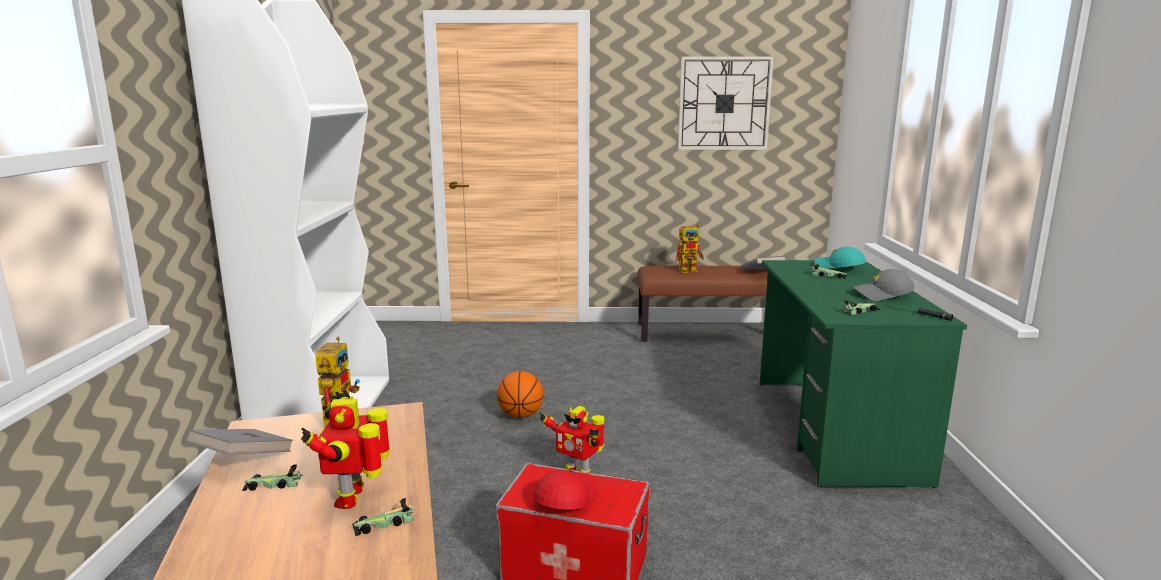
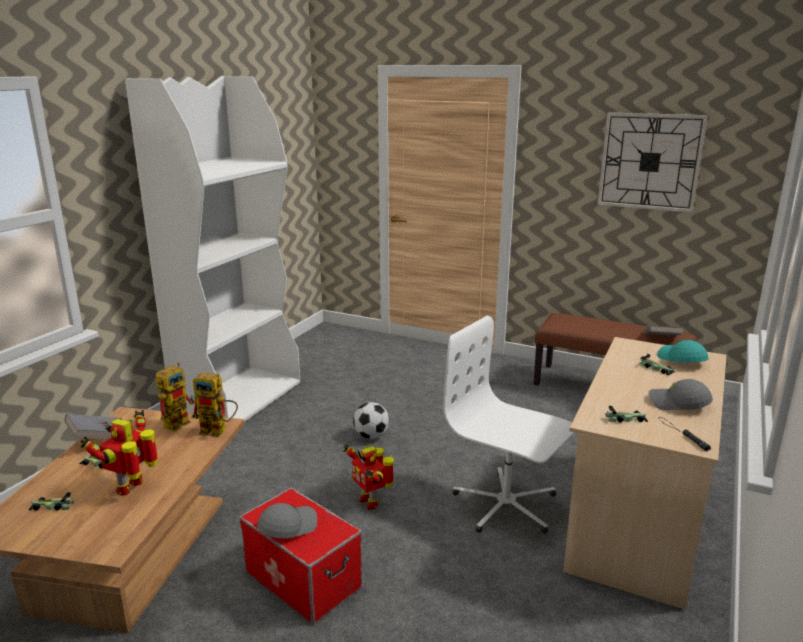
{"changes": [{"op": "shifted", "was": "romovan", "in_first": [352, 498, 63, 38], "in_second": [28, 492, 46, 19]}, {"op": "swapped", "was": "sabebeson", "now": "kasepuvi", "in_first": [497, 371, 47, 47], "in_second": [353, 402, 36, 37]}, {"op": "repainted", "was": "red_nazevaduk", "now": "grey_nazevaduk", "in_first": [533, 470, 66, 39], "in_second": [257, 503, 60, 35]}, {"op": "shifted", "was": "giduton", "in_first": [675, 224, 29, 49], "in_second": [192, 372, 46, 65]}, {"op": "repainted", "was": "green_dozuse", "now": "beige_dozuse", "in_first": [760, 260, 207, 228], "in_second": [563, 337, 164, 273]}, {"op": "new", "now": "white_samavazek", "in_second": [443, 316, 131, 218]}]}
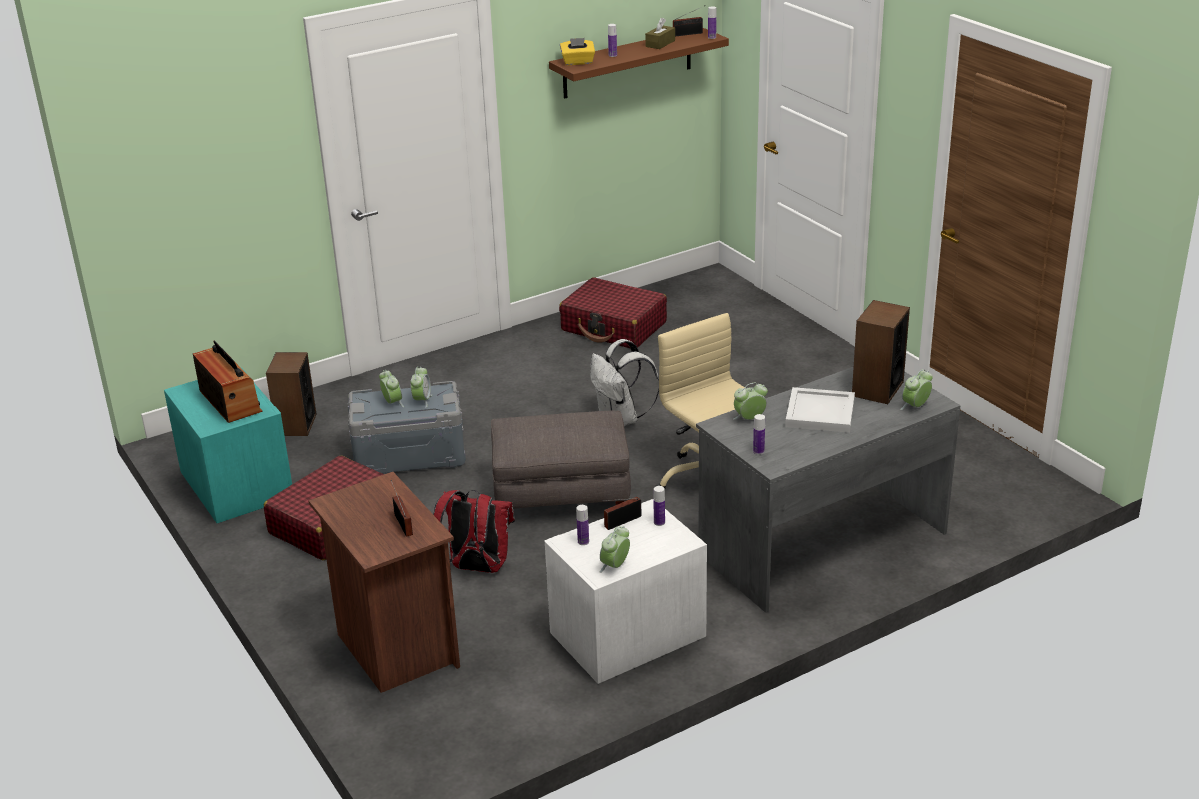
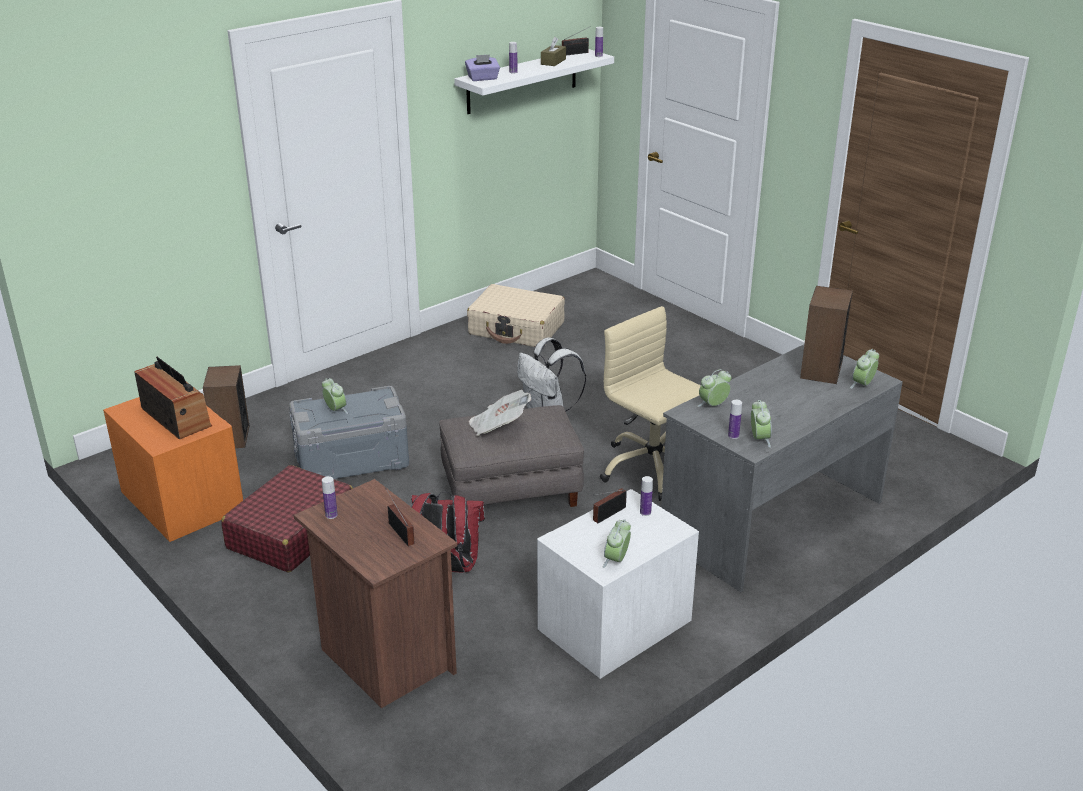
{"changes": [{"op": "repainted", "was": "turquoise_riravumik", "now": "orange_riravumik", "in_first": [164, 367, 128, 156], "in_second": [103, 397, 140, 145]}, {"op": "shifted", "was": "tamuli", "in_first": [410, 367, 22, 41], "in_second": [751, 400, 21, 48]}, {"op": "repainted", "was": "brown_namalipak", "now": "white_namalipak", "in_first": [549, 28, 180, 71], "in_second": [454, 49, 160, 65]}, {"op": "repainted", "was": "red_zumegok", "now": "beige_zumegok", "in_first": [559, 277, 108, 71], "in_second": [467, 284, 98, 63]}, {"op": "repainted", "was": "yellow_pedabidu", "now": "purple_pedabidu", "in_first": [560, 38, 35, 27], "in_second": [465, 54, 35, 27]}, {"op": "shifted", "was": "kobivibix", "in_first": [576, 505, 13, 40], "in_second": [322, 476, 16, 43]}, {"op": "gone", "was": "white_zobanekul", "in_first": [785, 387, 70, 46]}, {"op": "new", "now": "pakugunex", "in_second": [469, 390, 62, 46]}]}
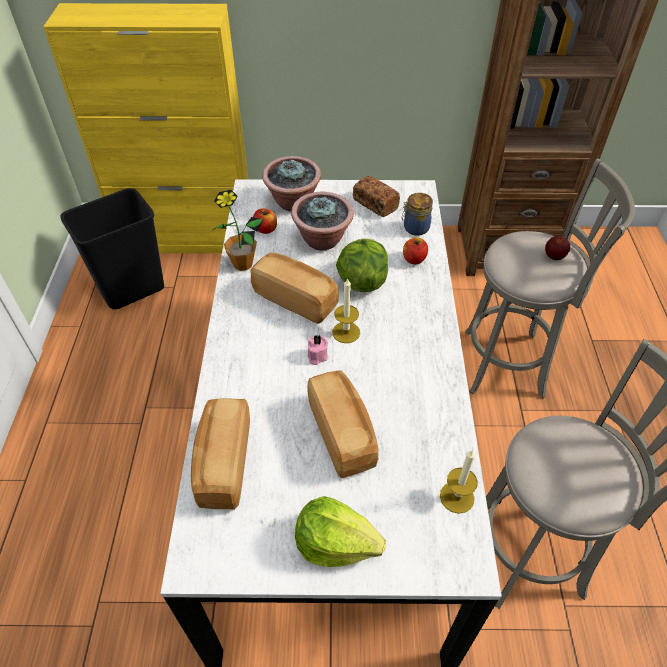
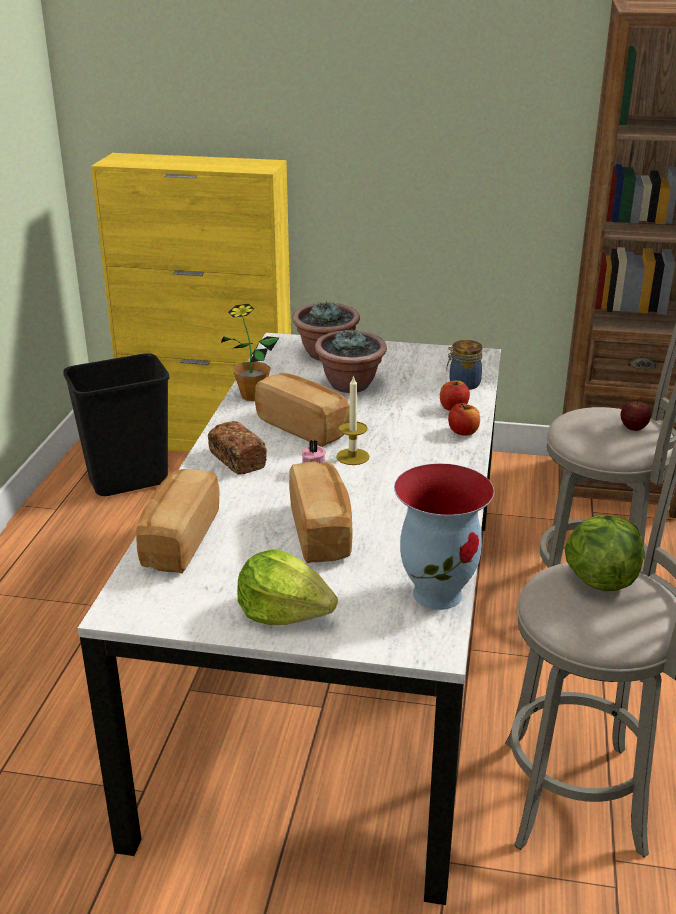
{"changes": [{"op": "shifted", "was": "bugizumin", "in_first": [253, 208, 24, 26], "in_second": [448, 403, 32, 33]}, {"op": "shifted", "was": "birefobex", "in_first": [336, 238, 52, 54], "in_second": [564, 515, 79, 76]}, {"op": "shifted", "was": "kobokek", "in_first": [353, 176, 47, 41], "in_second": [208, 421, 59, 54]}, {"op": "swapped", "was": "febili", "now": "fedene", "in_first": [440, 449, 38, 65], "in_second": [394, 463, 100, 147]}]}
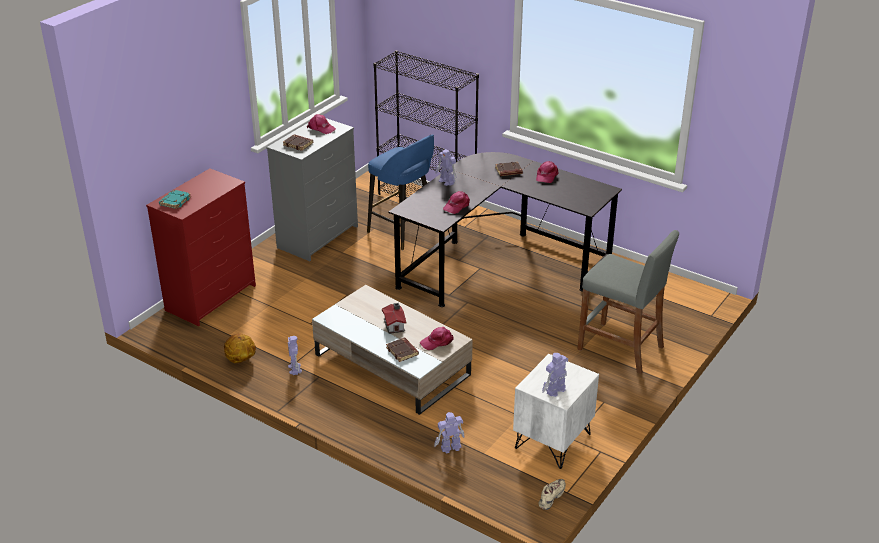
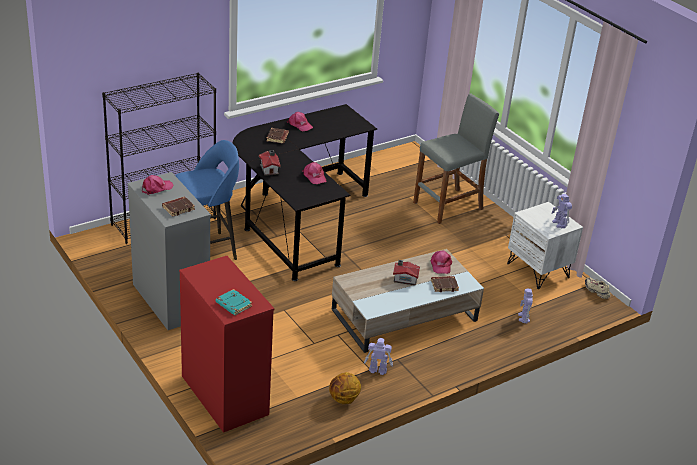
{"changes": [{"op": "swapped", "was": "giduton", "now": "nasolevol", "in_first": [435, 149, 22, 37], "in_second": [259, 150, 22, 26]}]}
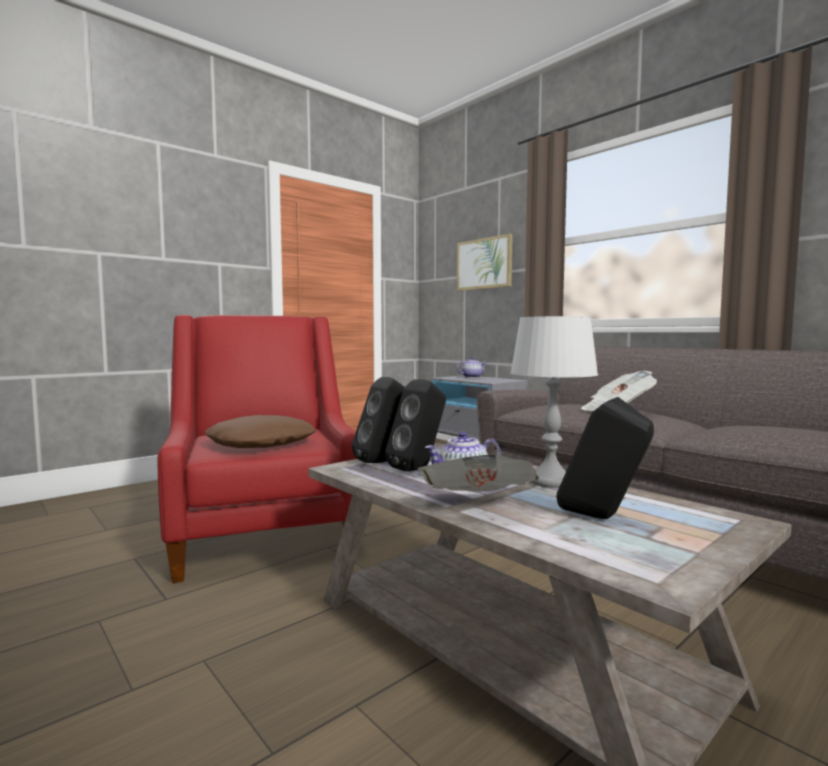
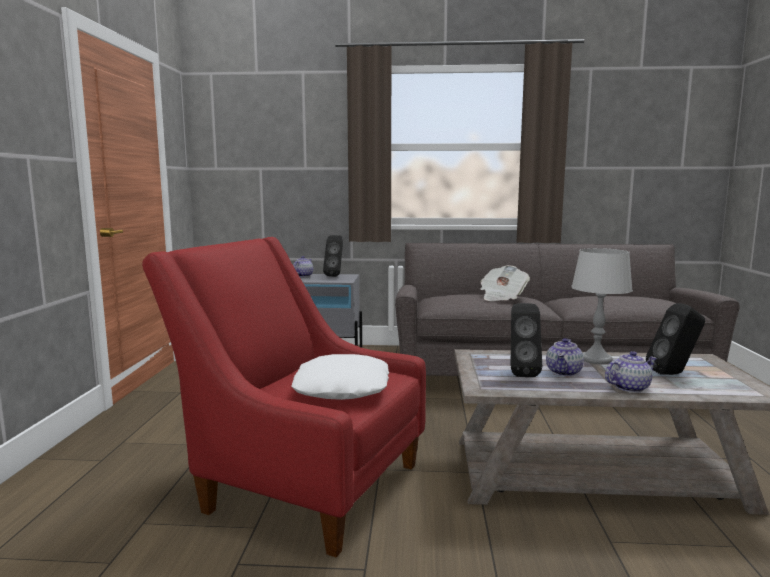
{"changes": [{"op": "repainted", "was": "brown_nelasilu", "now": "white_nelasilu", "in_first": [205, 415, 111, 33], "in_second": [291, 354, 98, 46]}, {"op": "shifted", "was": "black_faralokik", "in_first": [352, 377, 53, 86], "in_second": [323, 235, 20, 42]}, {"op": "swapped", "was": "pakugunex", "now": "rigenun", "in_first": [418, 454, 121, 38], "in_second": [605, 351, 52, 42]}, {"op": "gone", "was": "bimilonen", "in_first": [457, 234, 56, 57]}]}
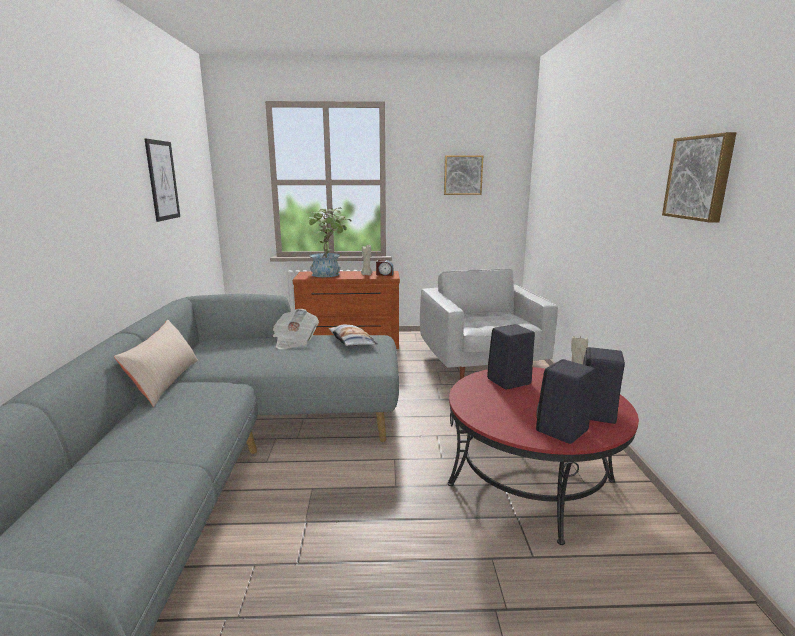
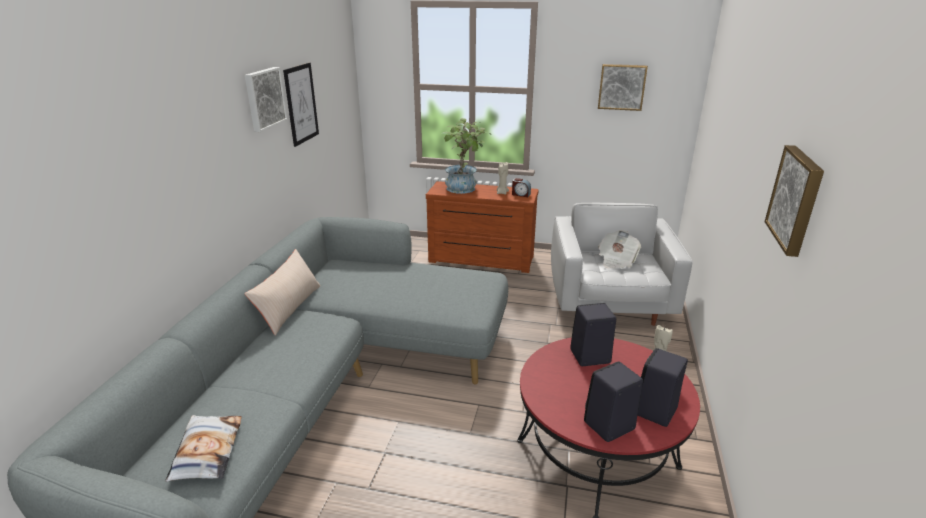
{"changes": [{"op": "shifted", "was": "pakugunex", "in_first": [273, 309, 46, 40], "in_second": [598, 230, 43, 39]}, {"op": "shifted", "was": "nelasilu", "in_first": [329, 324, 48, 22], "in_second": [165, 415, 77, 67]}, {"op": "new", "now": "bimilonen", "in_second": [245, 67, 42, 65]}]}
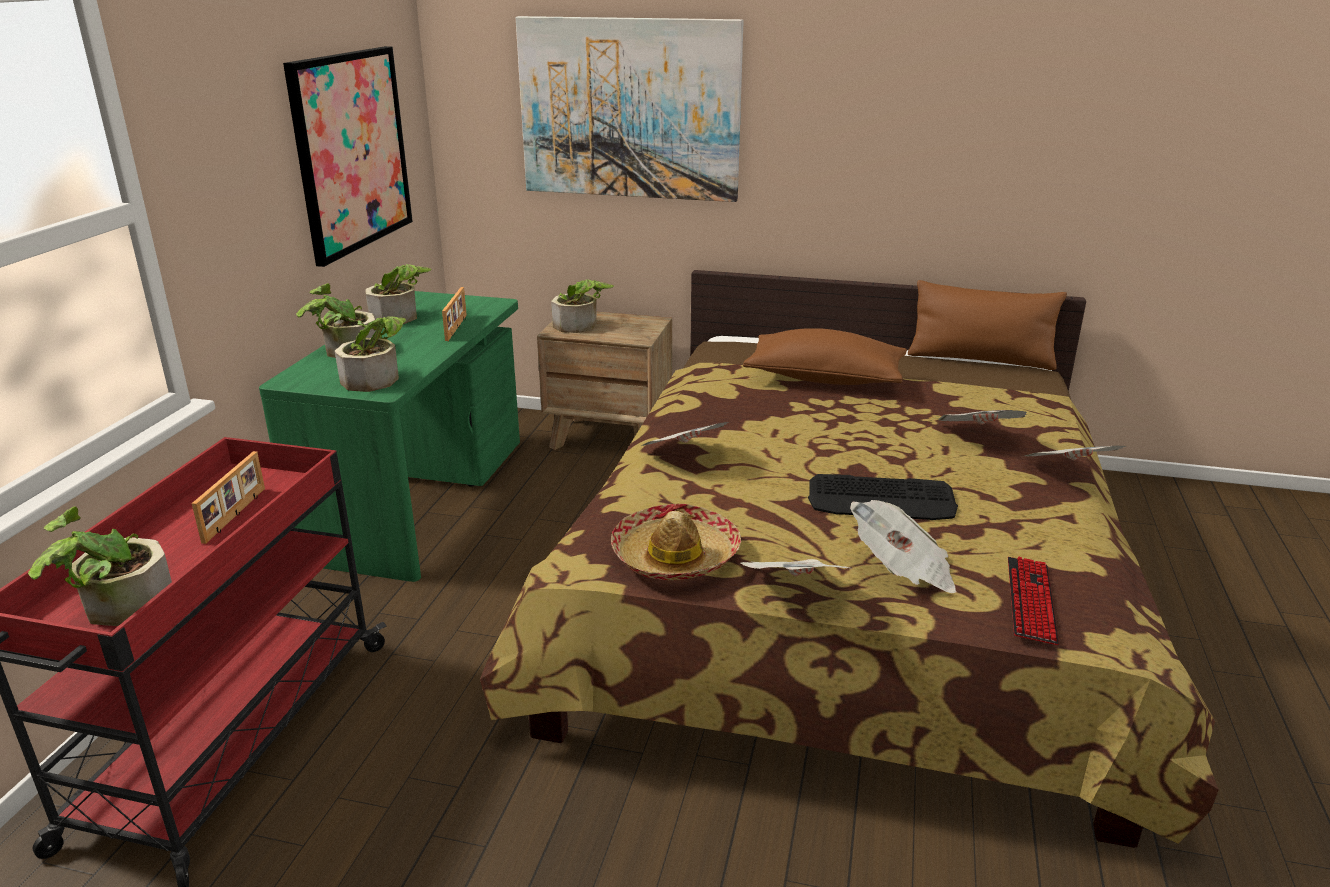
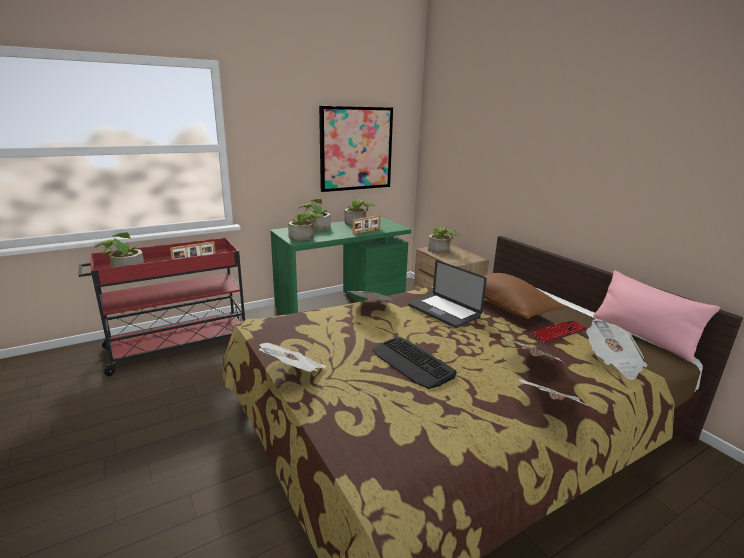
{"changes": [{"op": "gone", "was": "bimilonen", "in_first": [516, 16, 228, 186]}, {"op": "gone", "was": "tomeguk", "in_first": [611, 504, 130, 76]}, {"op": "shifted", "was": "pakugunex", "in_first": [850, 500, 107, 93], "in_second": [586, 319, 62, 61]}, {"op": "repainted", "was": "brown_nelasilu", "now": "pink_nelasilu", "in_first": [908, 280, 159, 90], "in_second": [593, 270, 127, 93]}, {"op": "shifted", "was": "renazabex", "in_first": [1008, 557, 51, 88], "in_second": [530, 320, 57, 23]}, {"op": "new", "now": "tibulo", "in_second": [408, 260, 79, 68]}]}
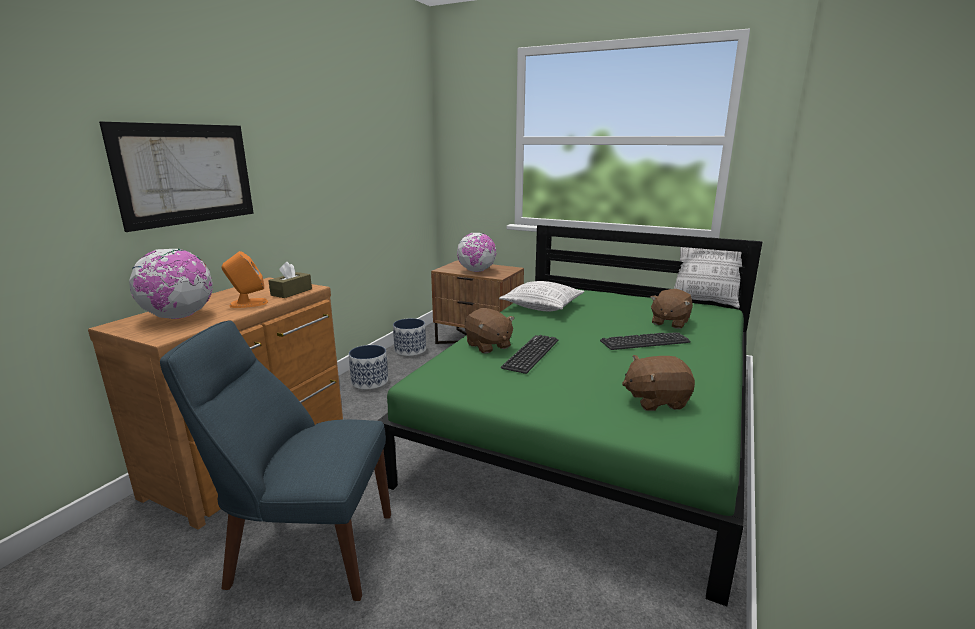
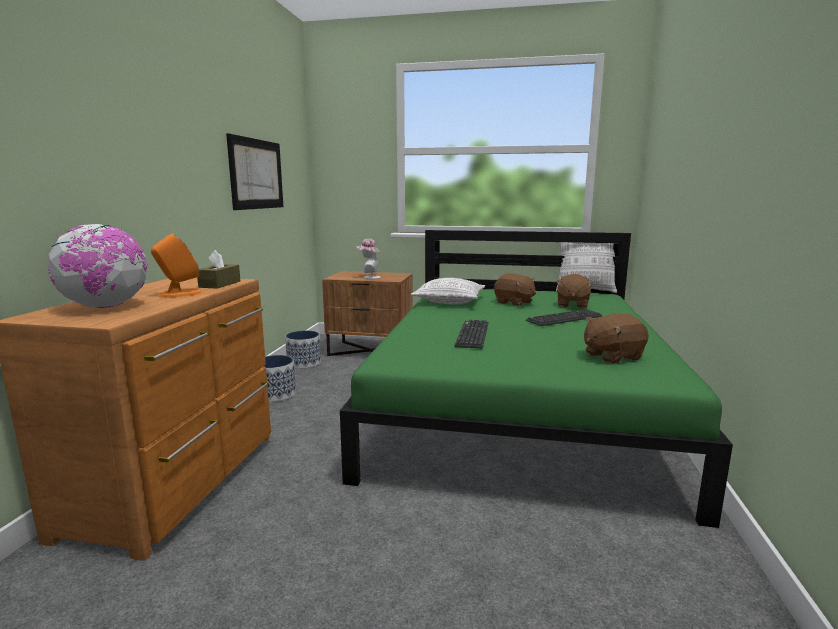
{"changes": [{"op": "shifted", "was": "bimilonen", "in_first": [99, 122, 155, 110], "in_second": [226, 133, 57, 77]}, {"op": "gone", "was": "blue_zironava", "in_first": [160, 320, 231, 281]}, {"op": "swapped", "was": "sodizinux", "now": "tomeguk", "in_first": [457, 233, 39, 39], "in_second": [357, 238, 24, 41]}, {"op": "shifted", "was": "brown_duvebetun", "in_first": [464, 308, 50, 46], "in_second": [494, 273, 42, 33]}]}
